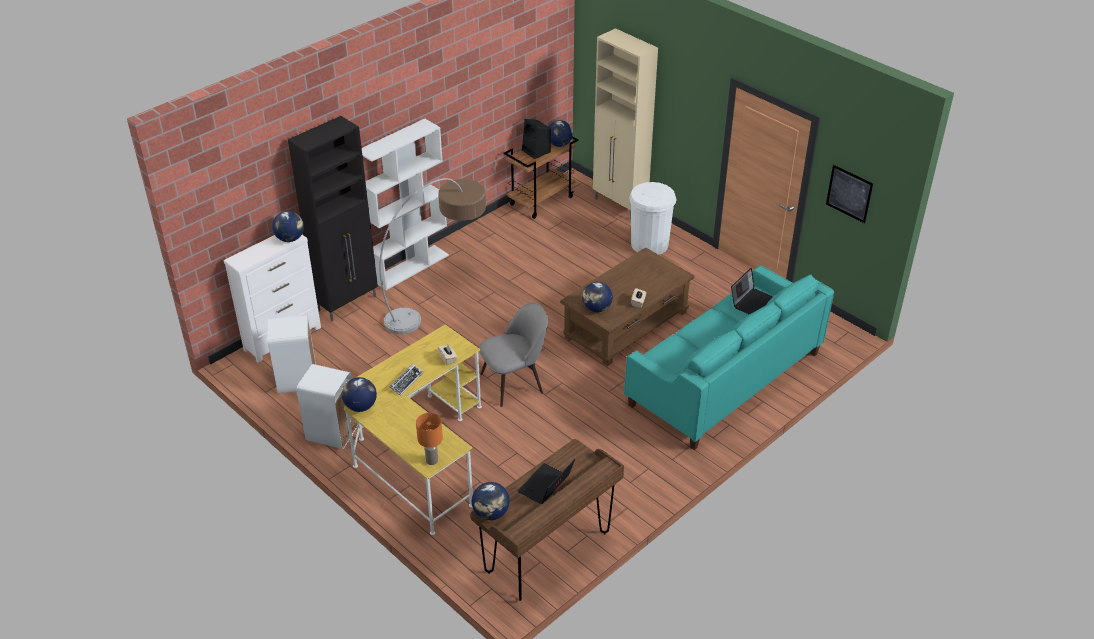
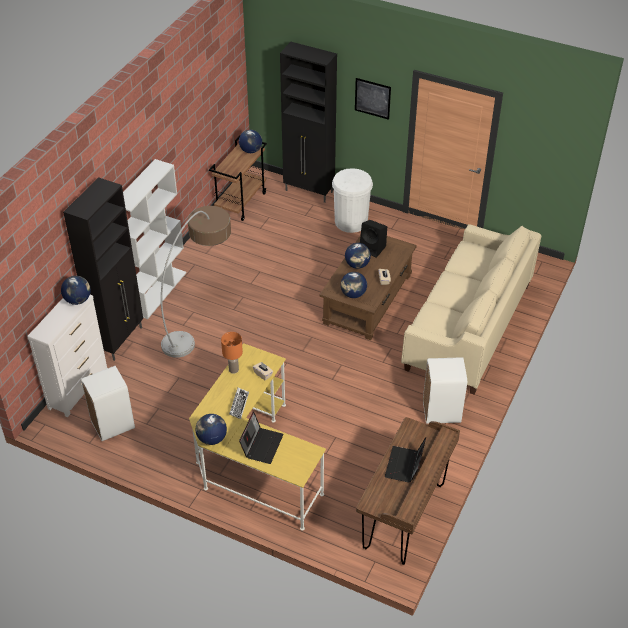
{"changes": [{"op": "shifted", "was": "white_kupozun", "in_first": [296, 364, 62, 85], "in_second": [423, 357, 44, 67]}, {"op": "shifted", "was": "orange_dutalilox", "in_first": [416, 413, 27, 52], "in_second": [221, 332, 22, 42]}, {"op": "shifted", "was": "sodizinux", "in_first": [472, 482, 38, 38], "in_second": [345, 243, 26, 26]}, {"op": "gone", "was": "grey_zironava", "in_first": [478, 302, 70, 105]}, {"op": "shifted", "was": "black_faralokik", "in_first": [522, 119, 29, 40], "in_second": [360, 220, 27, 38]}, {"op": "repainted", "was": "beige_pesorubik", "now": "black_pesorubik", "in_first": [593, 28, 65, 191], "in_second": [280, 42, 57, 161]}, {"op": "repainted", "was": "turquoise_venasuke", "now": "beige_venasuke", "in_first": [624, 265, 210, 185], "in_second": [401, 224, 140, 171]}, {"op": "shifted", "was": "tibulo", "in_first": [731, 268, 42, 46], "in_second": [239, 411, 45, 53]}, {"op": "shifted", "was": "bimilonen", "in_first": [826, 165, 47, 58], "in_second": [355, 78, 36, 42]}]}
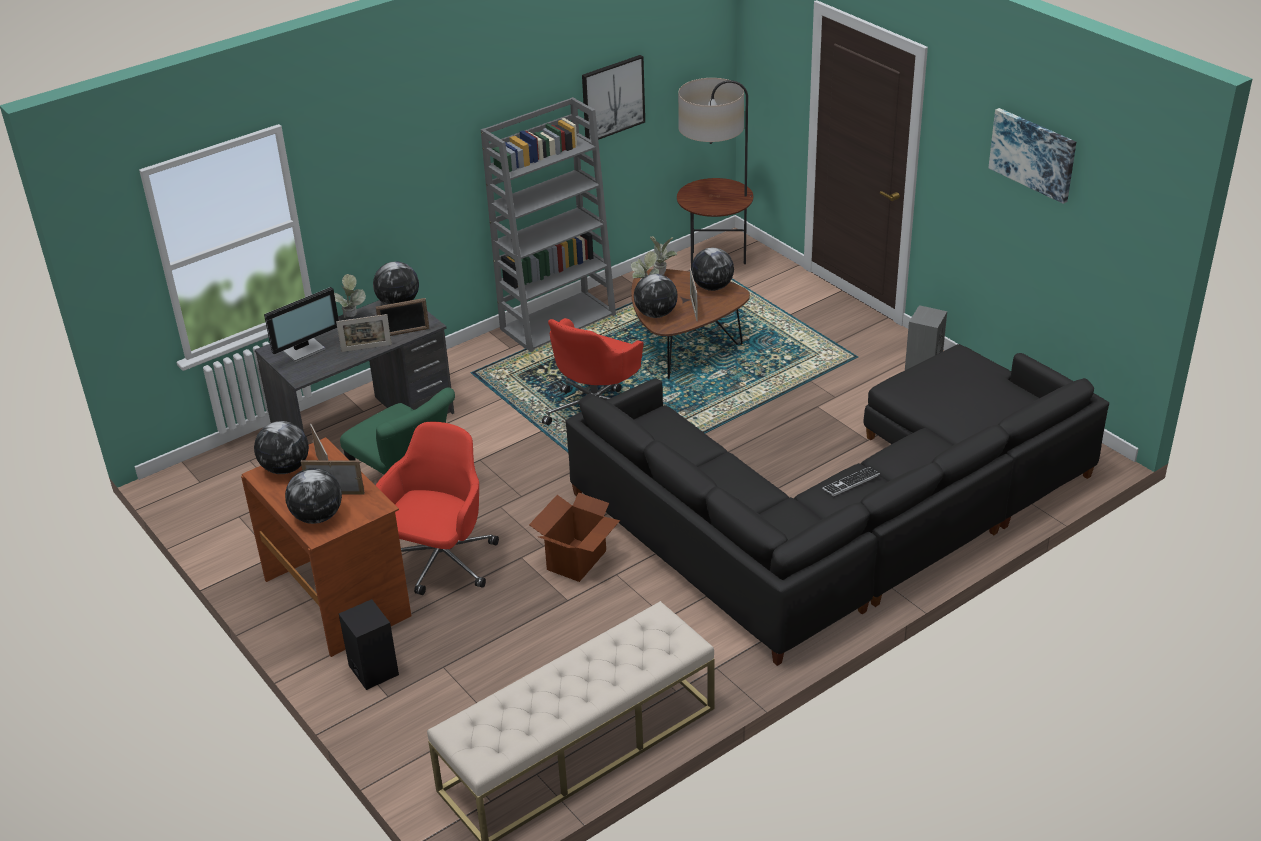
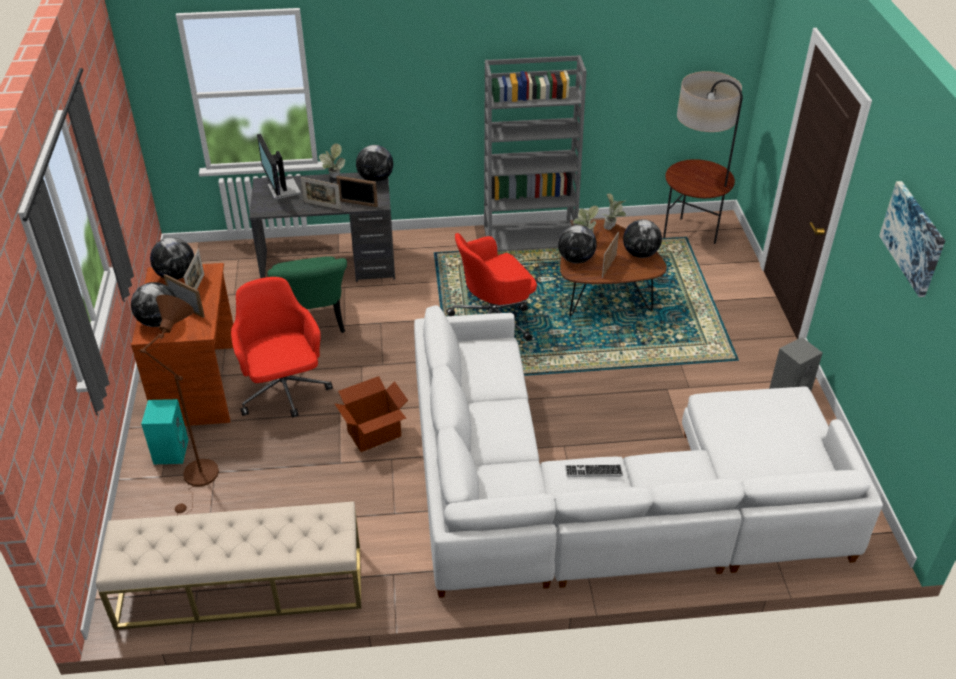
{"changes": [{"op": "rotated", "was": "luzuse", "in_first": [264, 287, 75, 76], "in_second": [257, 134, 44, 66], "clockwise": 75}, {"op": "repainted", "was": "black_faralokik", "now": "turquoise_faralokik", "in_first": [339, 599, 60, 91], "in_second": [141, 399, 47, 65]}, {"op": "rotated", "was": "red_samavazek", "in_first": [375, 421, 124, 174], "in_second": [231, 277, 102, 141], "clockwise": -75}, {"op": "repainted", "was": "black_venasuke", "now": "white_venasuke", "in_first": [566, 344, 543, 322], "in_second": [414, 305, 469, 293]}, {"op": "gone", "was": "bimilonen", "in_first": [582, 55, 63, 85]}, {"op": "new", "now": "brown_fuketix", "in_second": [138, 295, 81, 220]}]}
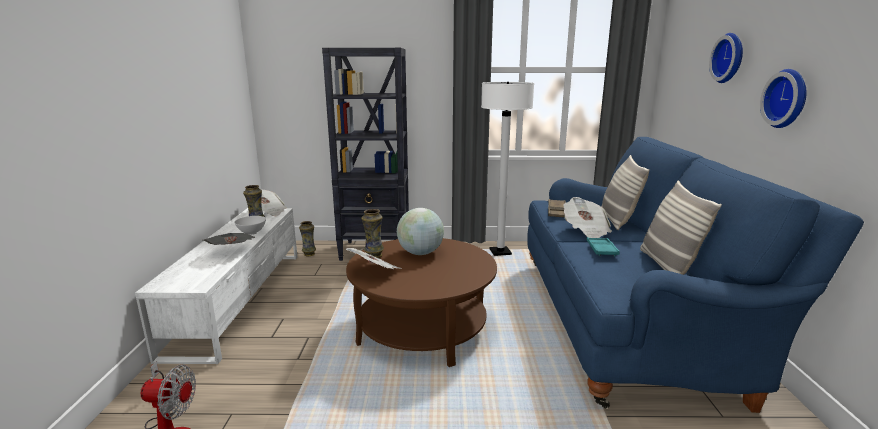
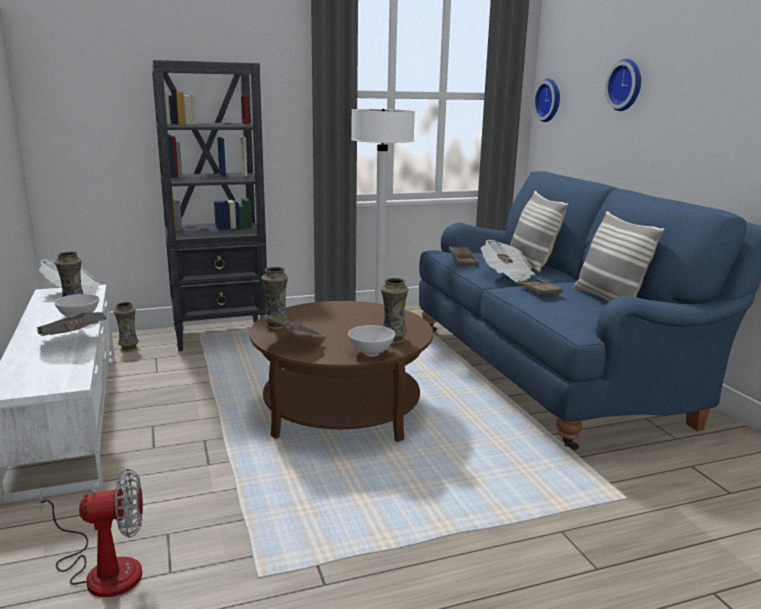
{"changes": [{"op": "gone", "was": "sodizinux", "in_first": [397, 208, 47, 47]}, {"op": "repainted", "was": "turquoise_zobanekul", "now": "brown_zobanekul", "in_first": [587, 237, 33, 20], "in_second": [518, 279, 45, 17]}, {"op": "shifted", "was": "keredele", "in_first": [760, 69, 47, 59], "in_second": [533, 78, 27, 44]}, {"op": "new", "now": "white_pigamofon", "in_second": [348, 325, 47, 31]}, {"op": "new", "now": "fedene", "in_second": [381, 278, 27, 66]}]}
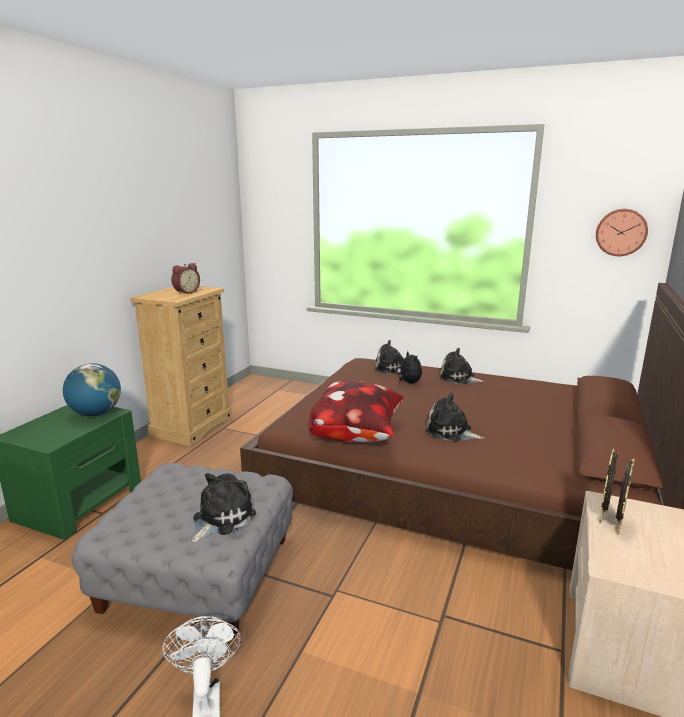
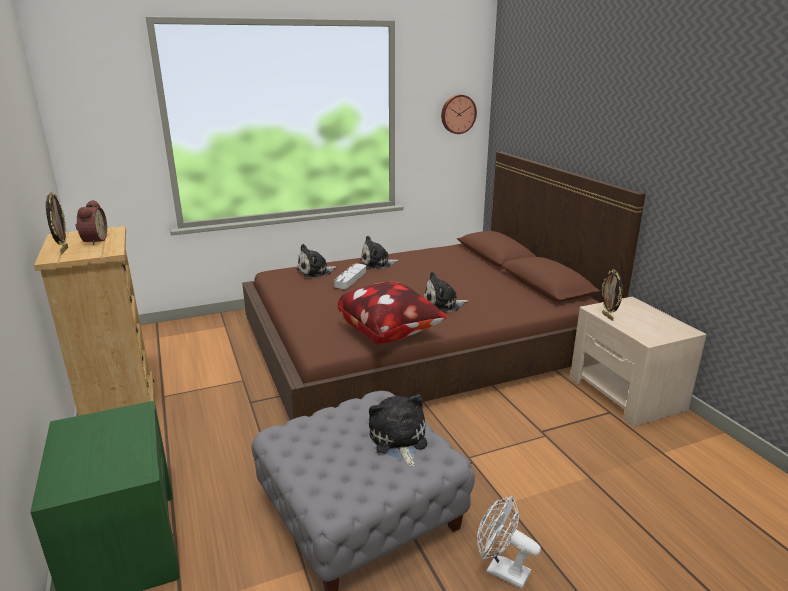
{"changes": [{"op": "gone", "was": "sodizinux", "in_first": [63, 363, 58, 53]}, {"op": "swapped", "was": "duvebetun", "now": "grey_zobanekul", "in_first": [397, 351, 25, 32], "in_second": [334, 264, 32, 25]}, {"op": "shifted", "was": "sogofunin", "in_first": [616, 458, 19, 77], "in_second": [46, 191, 22, 63]}]}
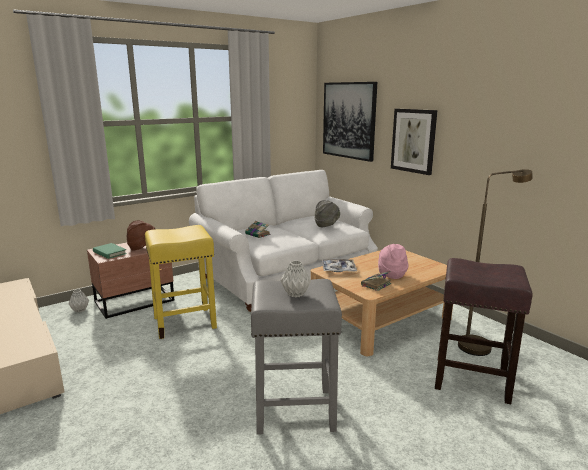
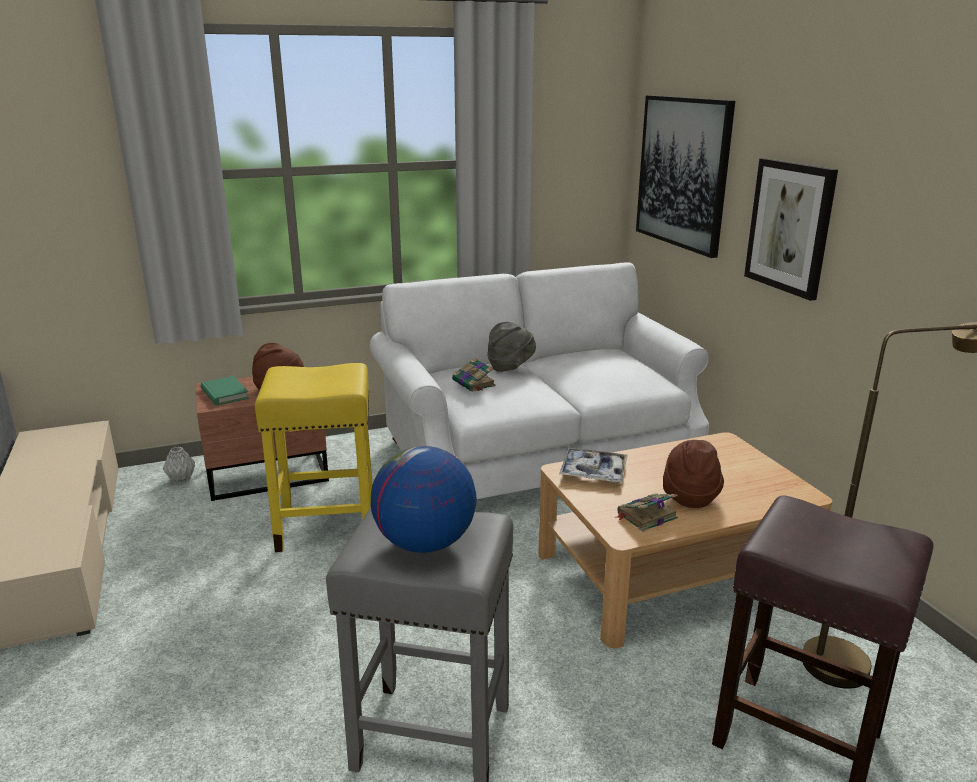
{"changes": [{"op": "swapped", "was": "grey_fedene", "now": "sodizinux", "in_first": [281, 260, 30, 38], "in_second": [371, 446, 106, 107]}, {"op": "shifted", "was": "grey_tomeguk", "in_first": [314, 200, 26, 27], "in_second": [487, 322, 49, 50]}, {"op": "repainted", "was": "pink_tomeguk", "now": "brown_tomeguk", "in_first": [378, 244, 31, 35], "in_second": [663, 440, 61, 68]}]}
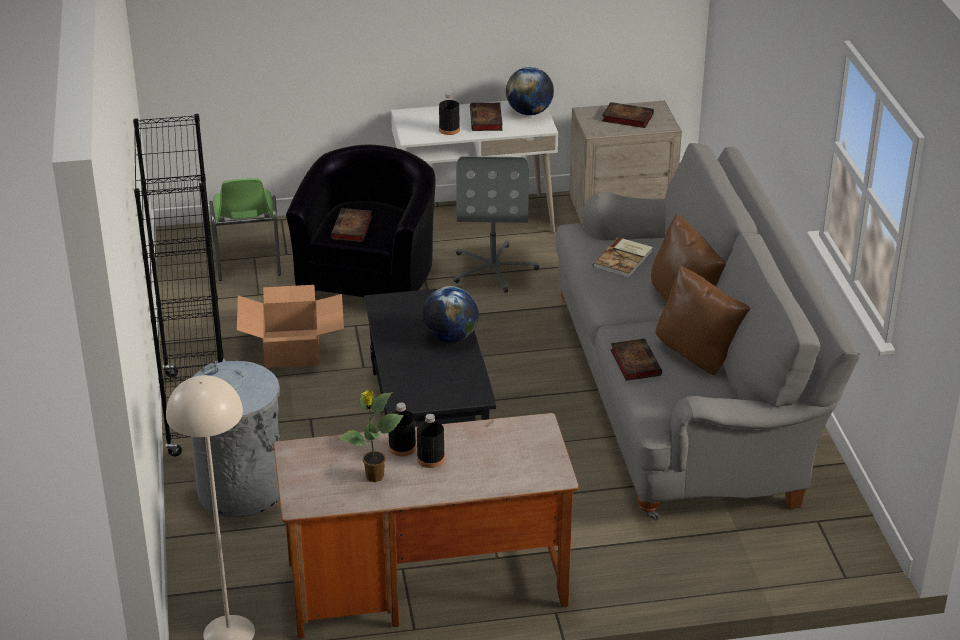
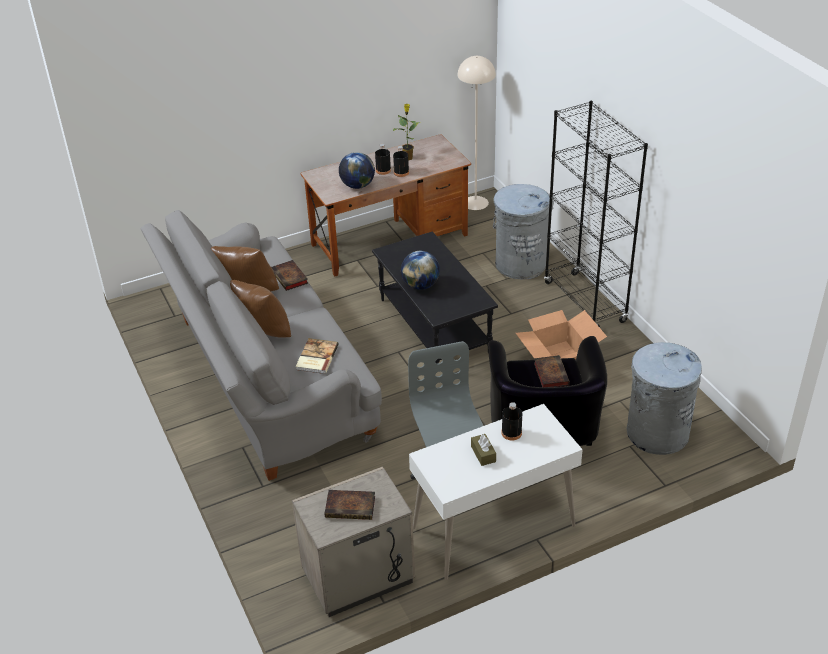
{"changes": [{"op": "swapped", "was": "green_zironava", "now": "grey_kupozun", "in_first": [209, 178, 72, 103], "in_second": [627, 342, 75, 113]}, {"op": "swapped", "was": "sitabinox", "now": "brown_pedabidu", "in_first": [470, 103, 33, 28], "in_second": [471, 434, 25, 32]}, {"op": "shifted", "was": "sodizinux", "in_first": [506, 67, 48, 48], "in_second": [339, 152, 36, 37]}]}
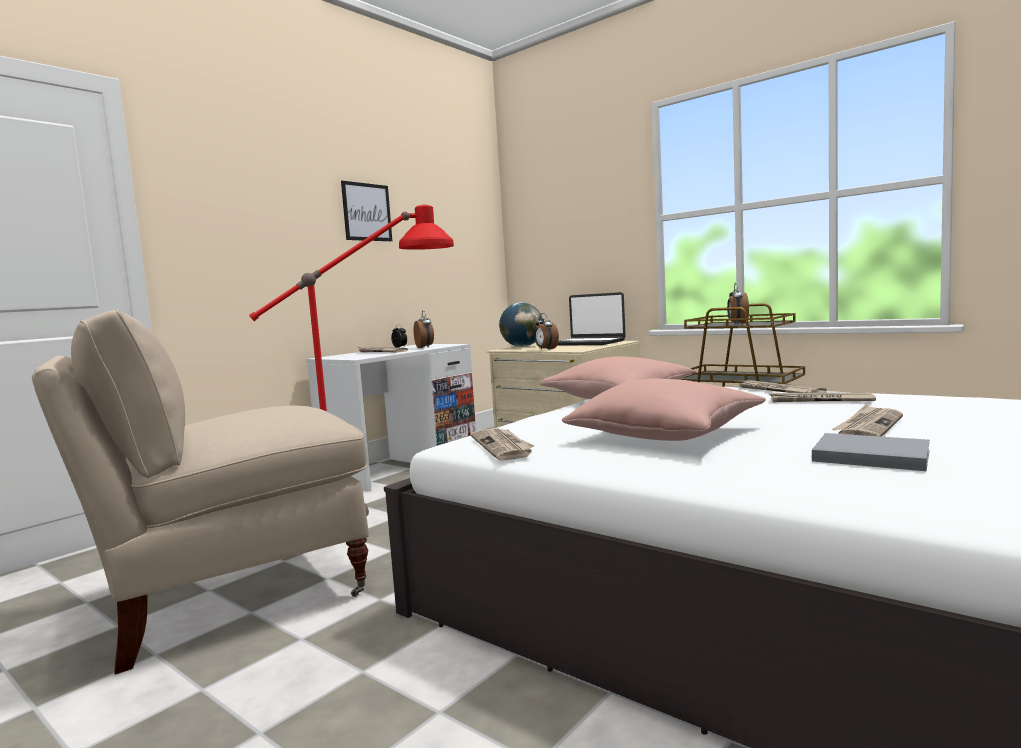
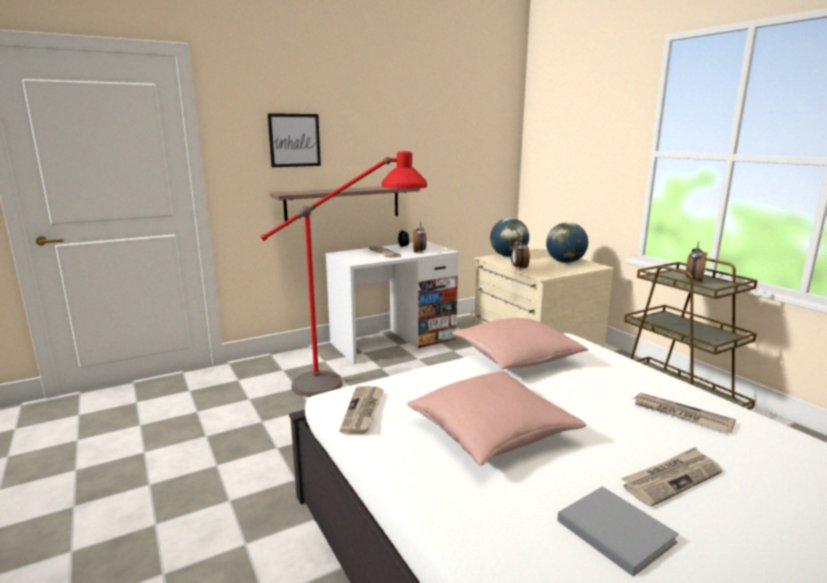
{"changes": [{"op": "gone", "was": "beige_zironava", "in_first": [32, 309, 337, 366]}, {"op": "shifted", "was": "bimilonen", "in_first": [341, 181, 51, 60], "in_second": [267, 113, 54, 54]}, {"op": "swapped", "was": "tibulo", "now": "sodizinux", "in_first": [557, 292, 69, 54], "in_second": [546, 222, 42, 41]}, {"op": "gone", "was": "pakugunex", "in_first": [736, 380, 91, 13]}, {"op": "new", "now": "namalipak", "in_second": [270, 186, 150, 40]}]}
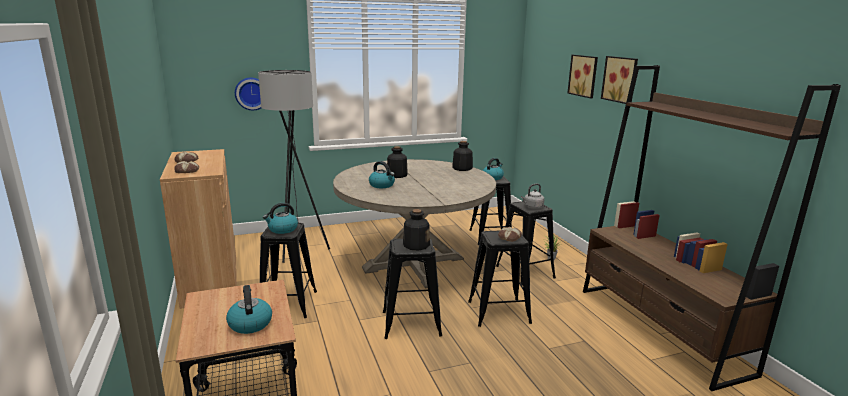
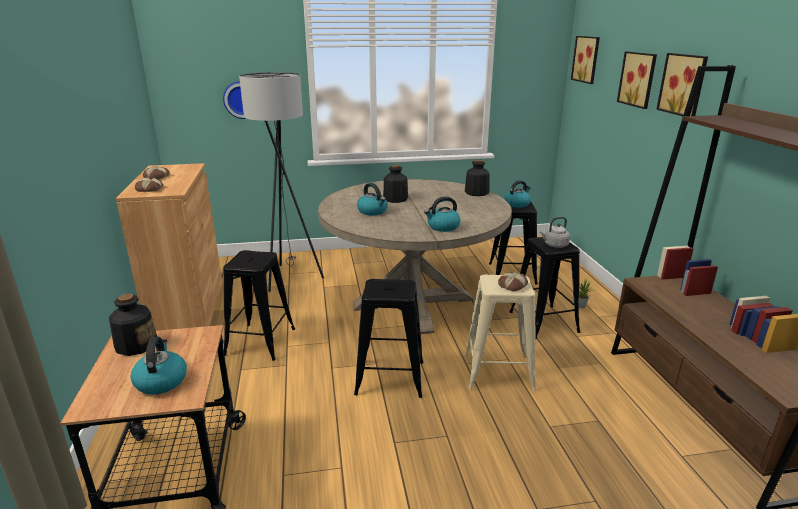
{"changes": [{"op": "shifted", "was": "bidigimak", "in_first": [263, 203, 35, 31], "in_second": [424, 196, 37, 36]}, {"op": "shifted", "was": "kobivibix", "in_first": [403, 209, 27, 42], "in_second": [109, 294, 48, 62]}, {"op": "repainted", "was": "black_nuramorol", "now": "beige_nuramorol", "in_first": [468, 231, 64, 96], "in_second": [464, 275, 72, 116]}, {"op": "new", "now": "bimilonen", "in_second": [571, 36, 29, 48]}]}
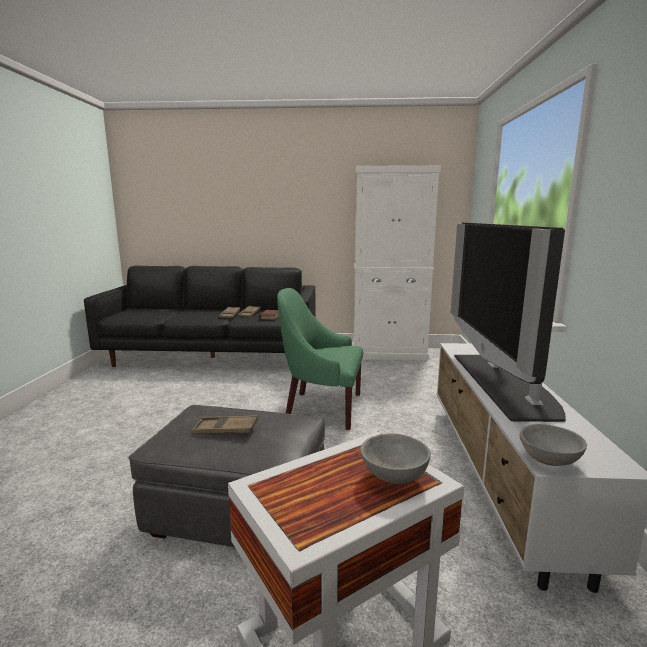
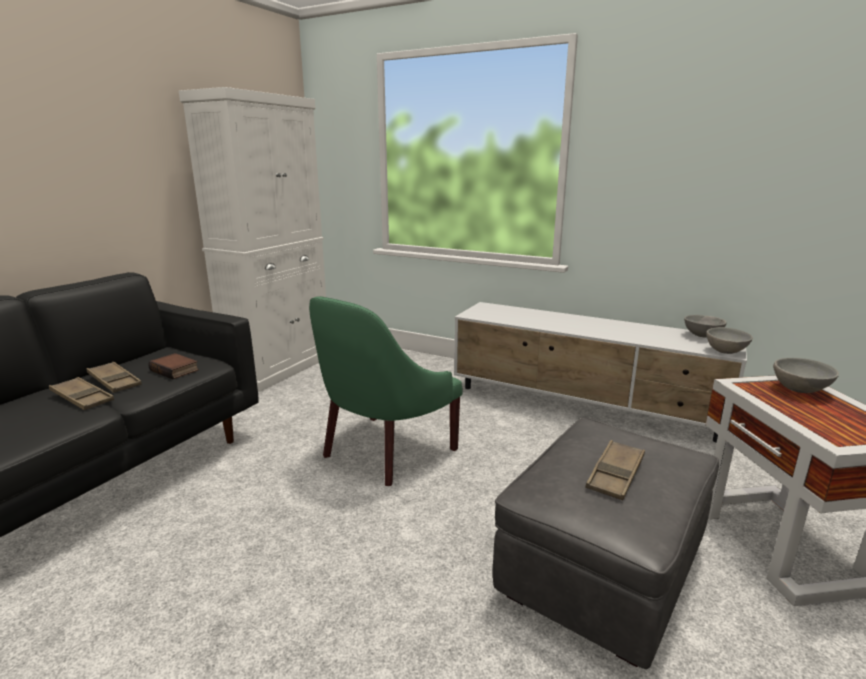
{"changes": [{"op": "gone", "was": "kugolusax", "in_first": [451, 223, 115, 199]}, {"op": "new", "now": "grey_pigamofon", "in_second": [684, 315, 42, 23]}]}
